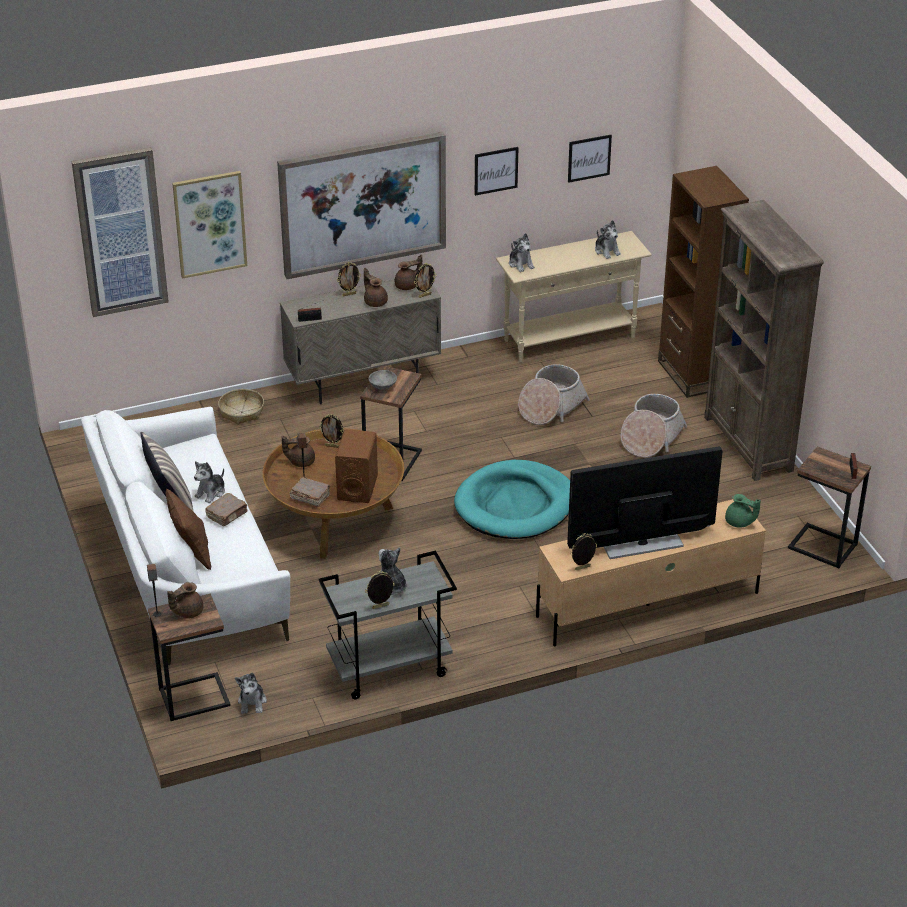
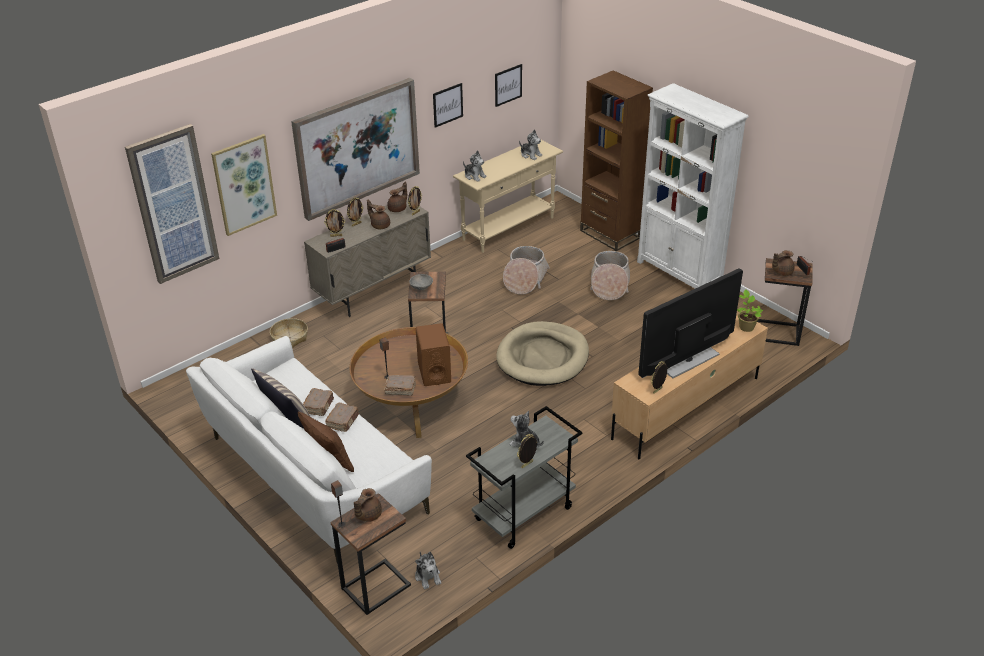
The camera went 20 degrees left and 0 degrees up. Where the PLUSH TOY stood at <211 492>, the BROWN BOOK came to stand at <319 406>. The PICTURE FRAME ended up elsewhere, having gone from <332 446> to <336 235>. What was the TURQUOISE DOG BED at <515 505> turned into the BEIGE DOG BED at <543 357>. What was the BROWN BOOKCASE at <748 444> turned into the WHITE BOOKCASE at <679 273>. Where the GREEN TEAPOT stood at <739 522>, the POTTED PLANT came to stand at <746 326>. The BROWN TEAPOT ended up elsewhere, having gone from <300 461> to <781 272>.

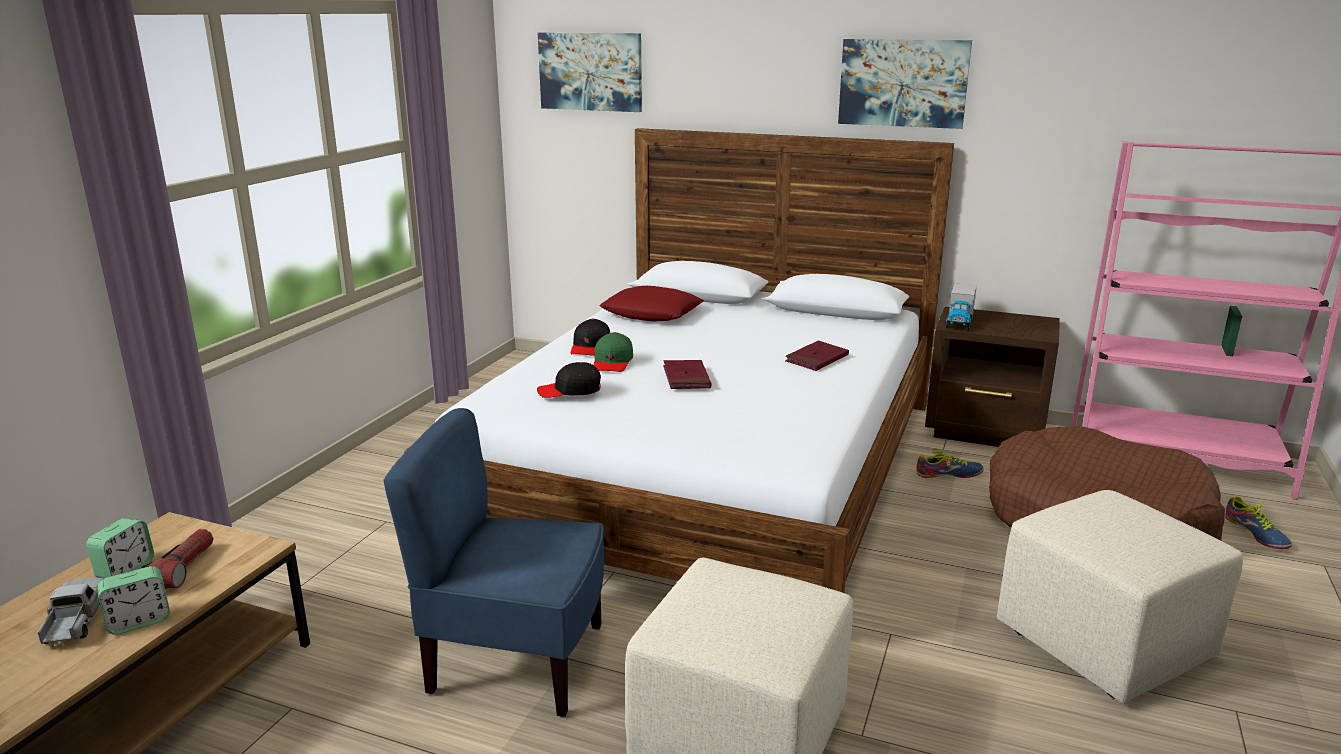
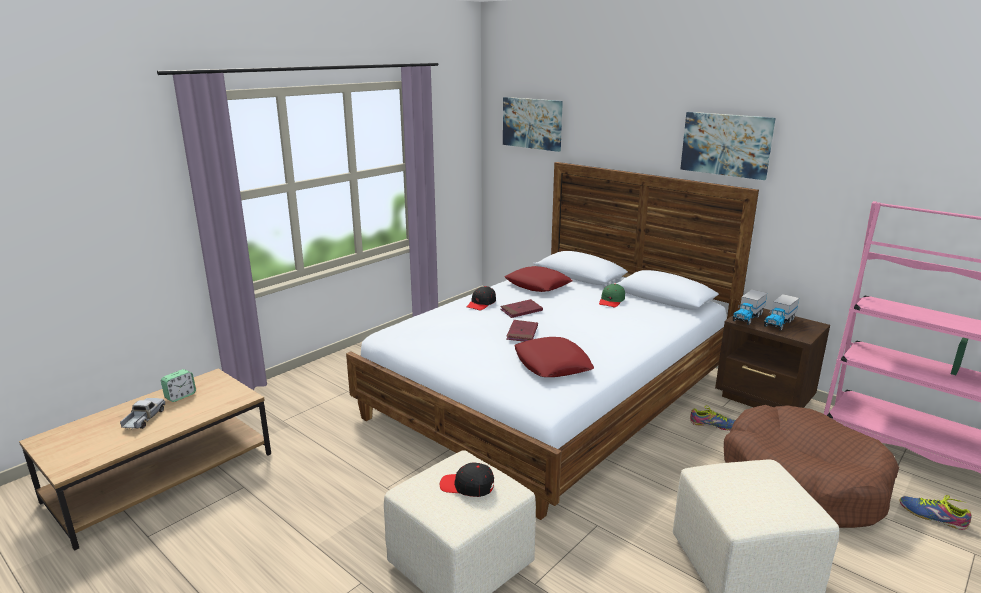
The camera went 20 degrees right and 0 degrees up. The BLACK CAP ended up elsewhere, having gone from <570 391> to <467 486>. The RED BOOK ended up elsewhere, having gone from <817 359> to <521 310>. The second view gained the RED PILLOW at <552 364>. The GREEN CAP ended up elsewhere, having gone from <612 362> to <611 301>. The second view gained the TOY TRUCK at <779 323>. The SHOE at <1256 533> ended up facing another way, 120 degrees clockwise from before. The second view lost the ALARM CLOCK at <139 621>. The second view lost the FLASHLIGHT at <182 570>. The second view lost the BLUE CHAIR at <516 661>.

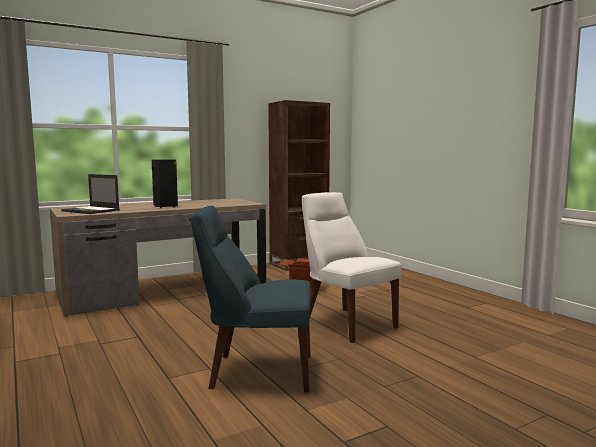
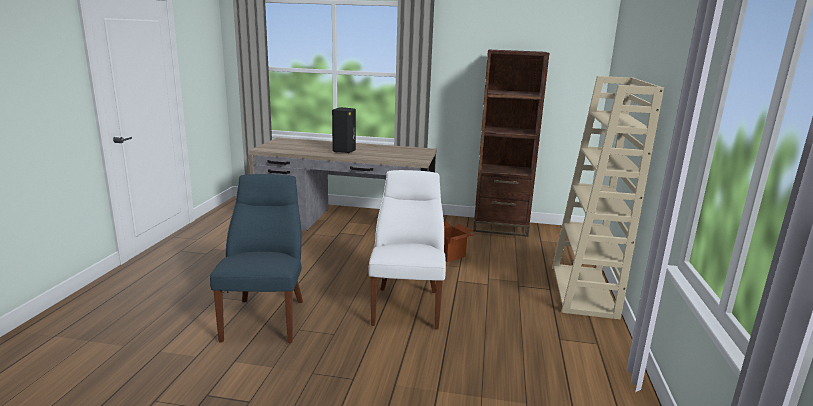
The camera went 40 degrees right and 10 degrees up. The BLUE CHAIR at <257 372> ended up facing another way, 45 degrees clockwise from before. The second view gained the BEIGE BOOKCASE at <584 291>. The second view lost the LAPTOP at <91 210>.

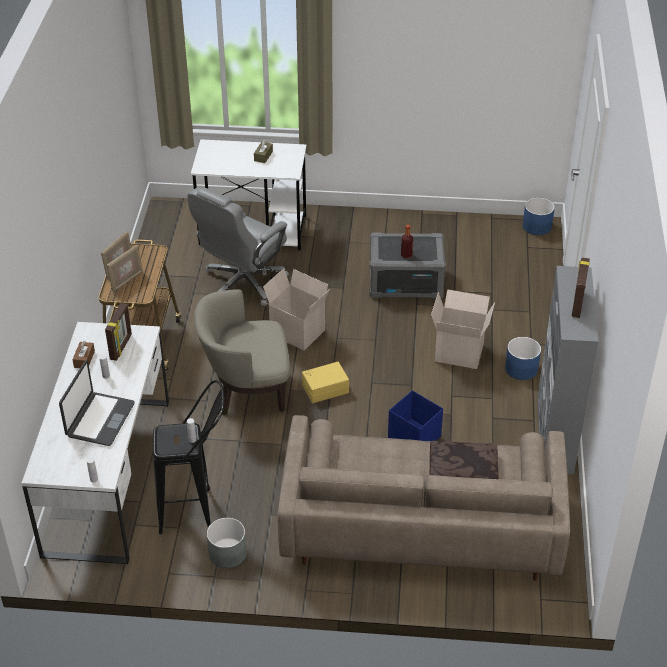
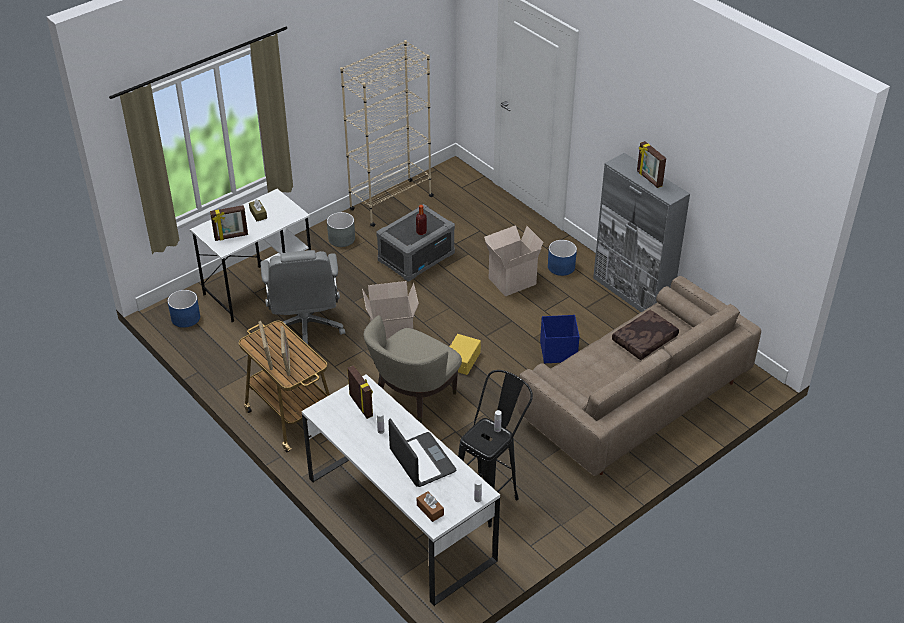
The camera went 45 degrees left and 0 degrees up. The BLUE PLANTER ended up elsewhere, having gone from <537 226> to <185 318>. The second view gained the PICTURE FRAME at <231 237>. The GREY PLANTER ended up elsewhere, having gone from <228 553> to <342 238>. The second view gained the BEIGE BOOKCASE at <391 203>. The BROWN TISSUE BOX ended up elsewhere, having gone from <84 359> to <430 510>.

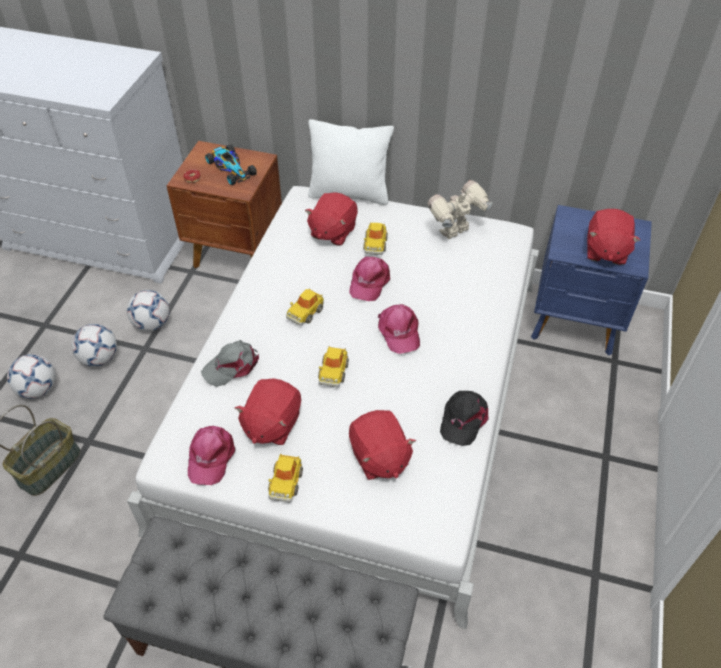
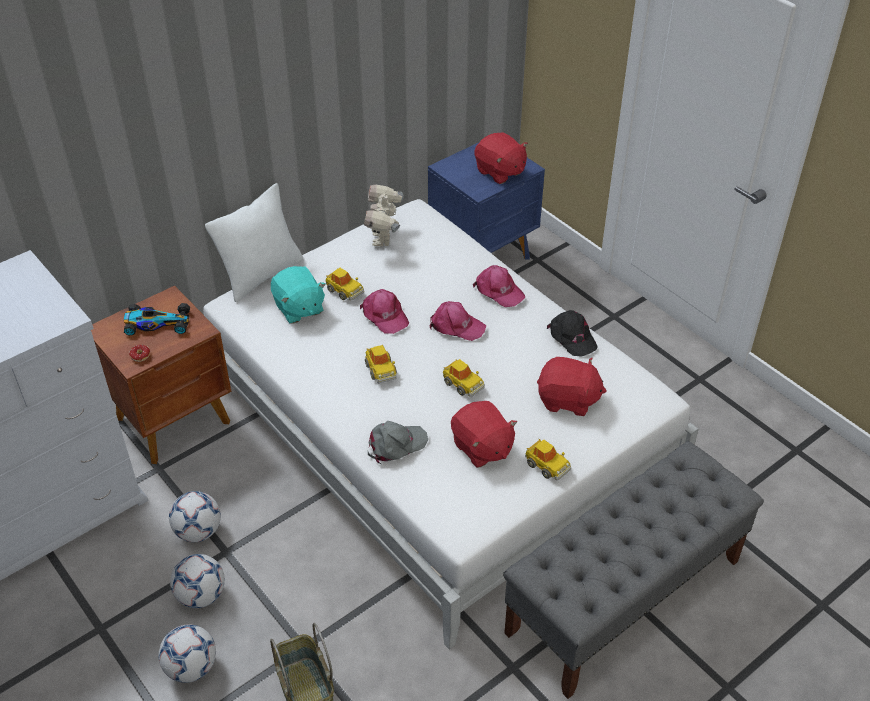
The camera went 55 degrees left and 5 degrees down. What was the RED PLUSH TOY at <332 232> turned into the TURQUOISE PLUSH TOY at <298 308>. The GREY CAP at <232 366> ended up facing another way, 120 degrees counterclockwise from before. The PINK CAP ended up elsewhere, having gone from <211 456> to <498 291>.

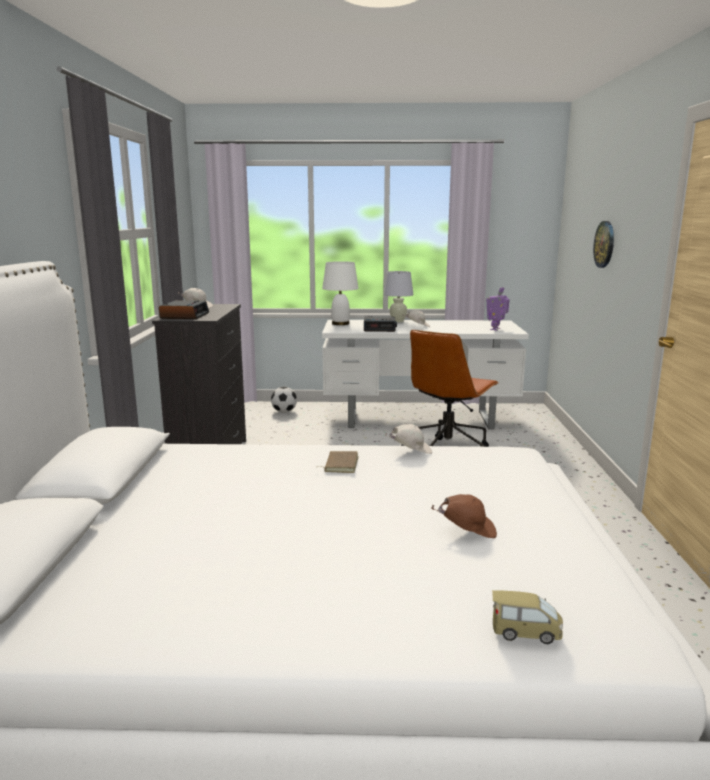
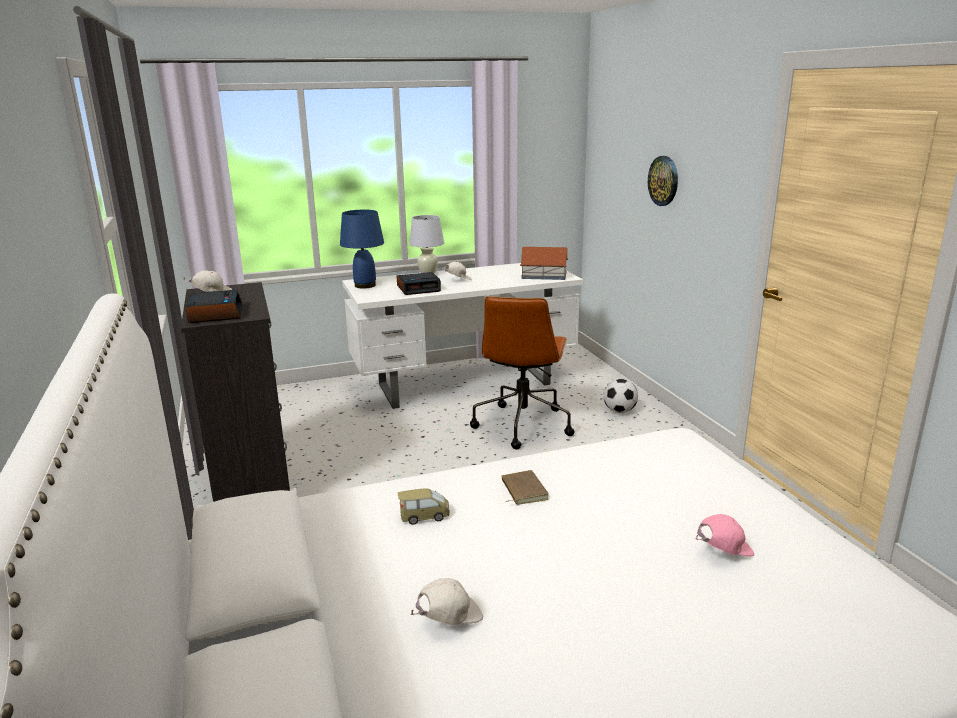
The camera went 20 degrees left and 5 degrees up. What was the WHITE TABLE LAMP at <340 323> turned into the BLUE TABLE LAMP at <364 285>. The TOY CAR ended up elsewhere, having gone from <525 632> to <424 516>. The WHITE CAP ended up elsewhere, having gone from <410 451> to <448 620>. Where the TOY ROBOT stood at <496 329>, the TOY HOUSE came to stand at <544 275>. The FOOTBALL ended up elsewhere, having gone from <284 411> to <619 411>. What was the BROWN CAP at <467 531> turned into the PINK CAP at <722 551>.

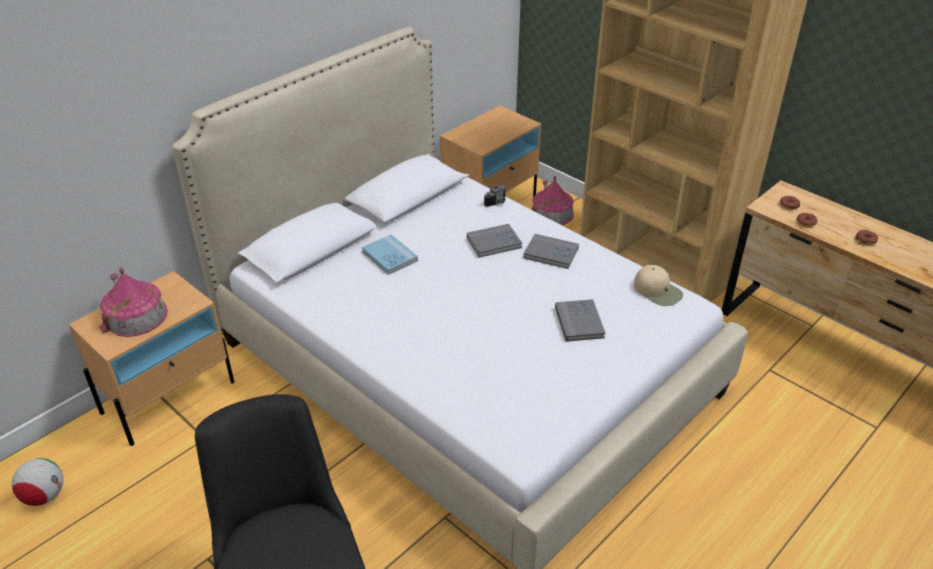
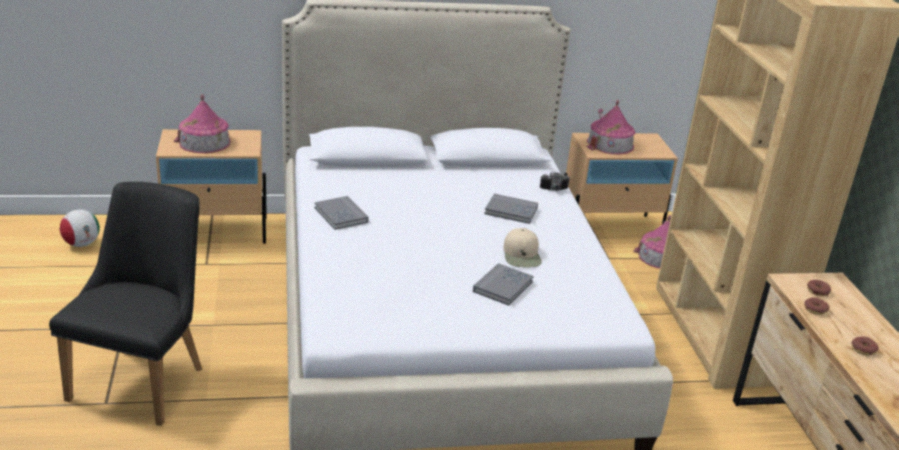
The camera went 35 degrees right and 10 degrees down. The GREY BOOK ended up elsewhere, having gone from <551 253> to <341 215>. The BEIGE CAP ended up elsewhere, having gone from <658 291> to <522 255>. The second view gained the TOY HOUSE at <610 144>. The second view lost the BLUE BOOK at <389 256>.

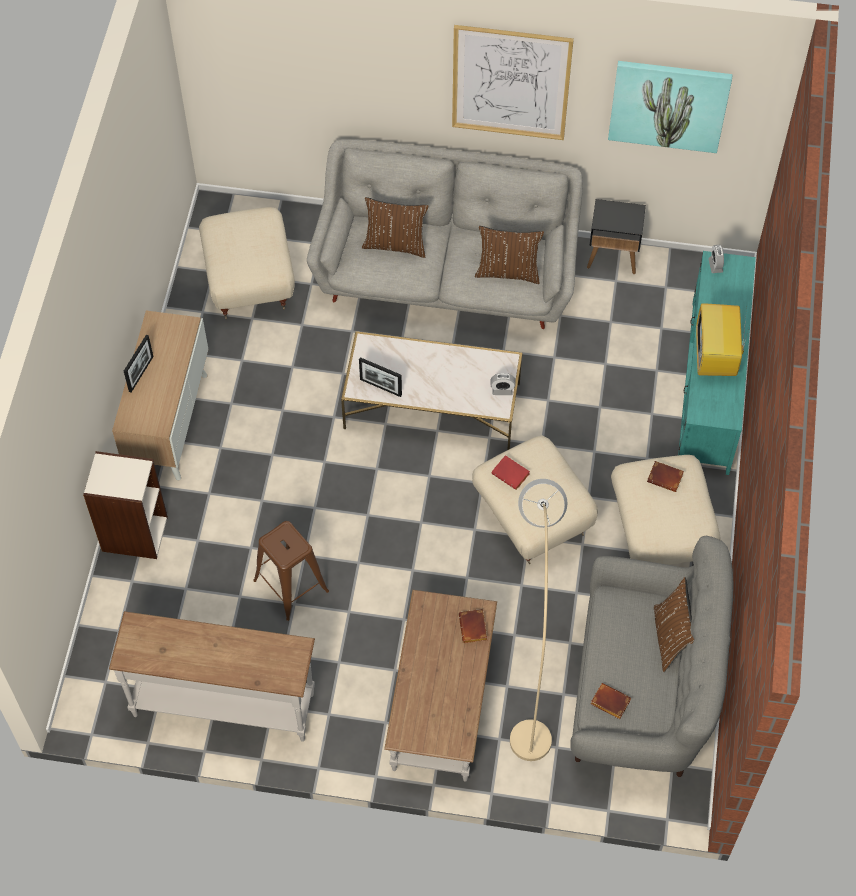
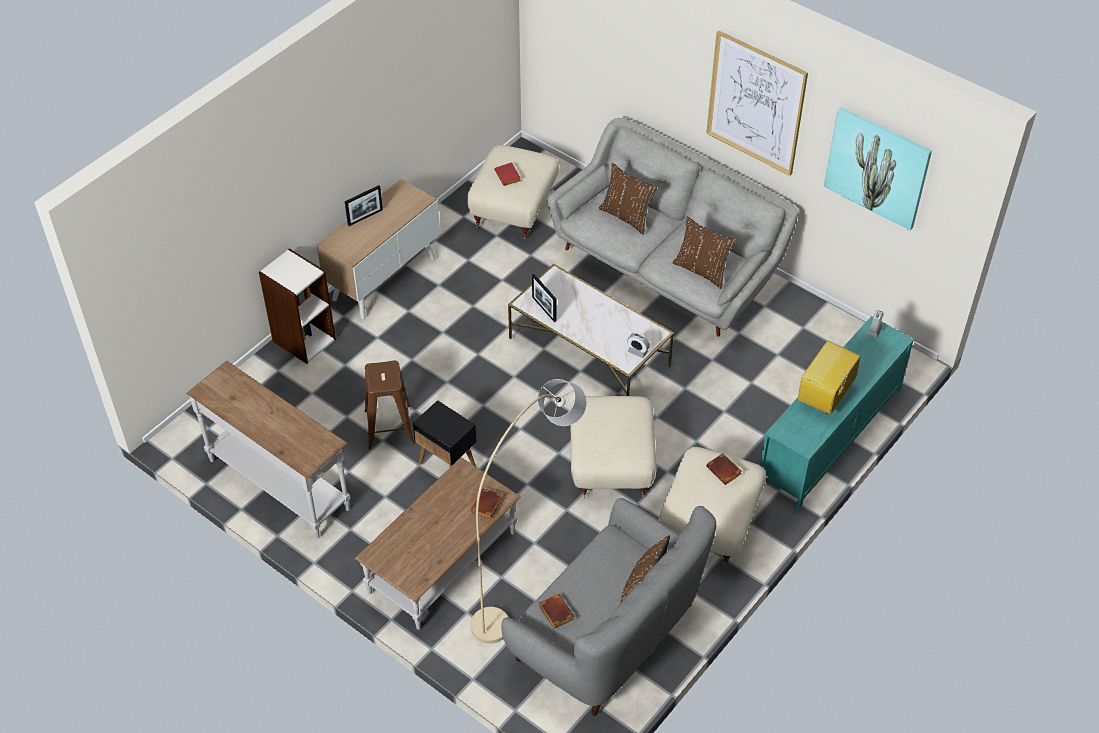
The camera went 30 degrees right and 10 degrees down. The BLACK SIDE TABLE ended up elsewhere, having gone from <613 258> to <448 466>. The RED BOOK ended up elsewhere, having gone from <511 474> to <508 176>.

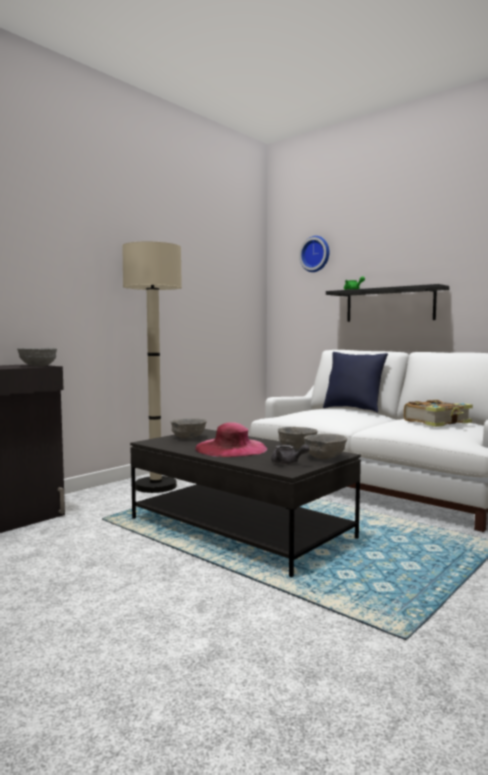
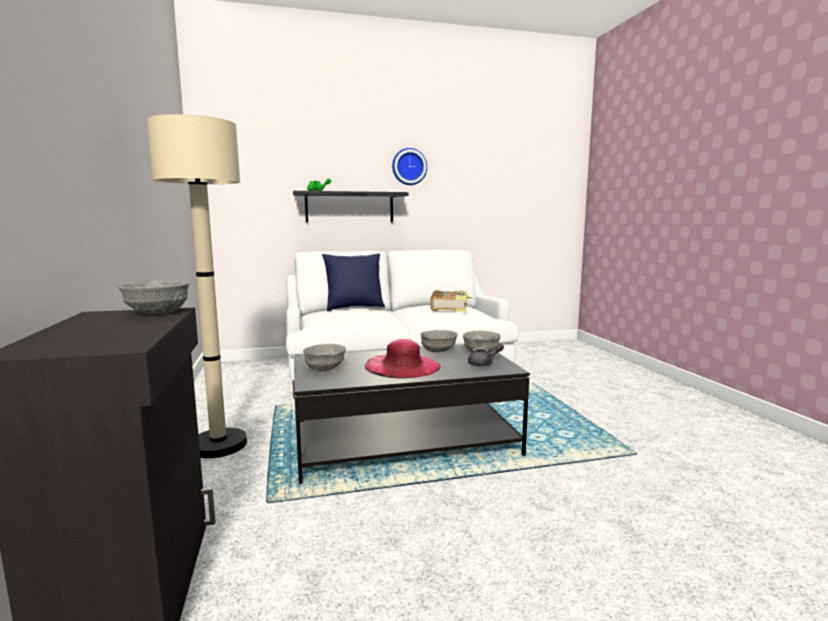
The camera went 55 degrees left and 5 degrees up. The WALL CLOCK ended up elsewhere, having gone from <315 254> to <409 167>.

